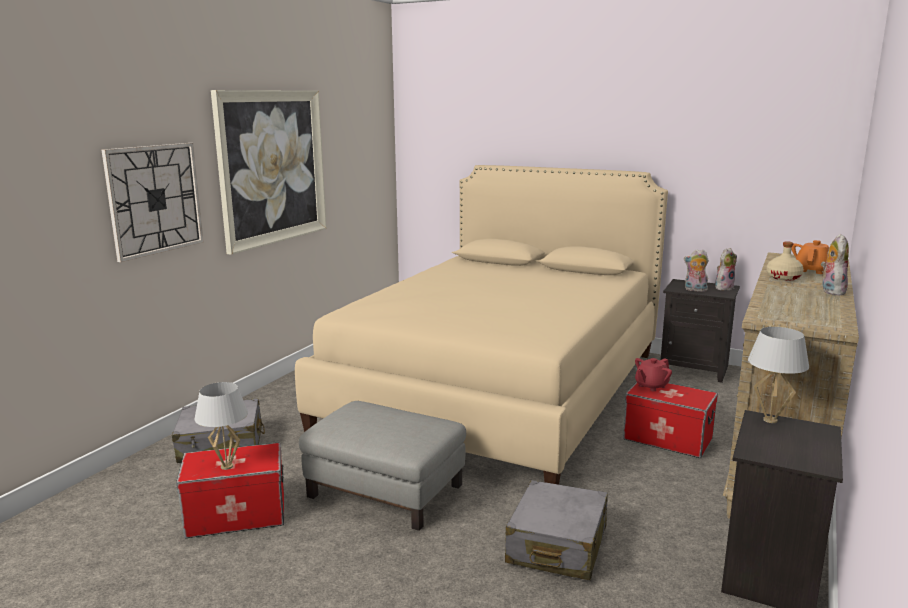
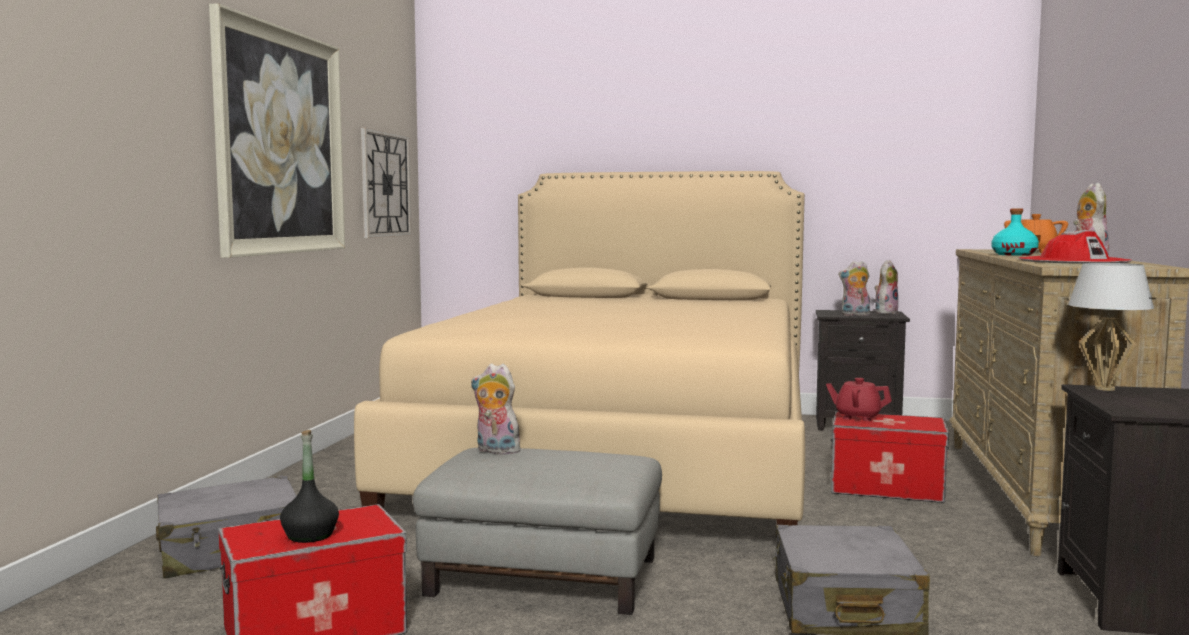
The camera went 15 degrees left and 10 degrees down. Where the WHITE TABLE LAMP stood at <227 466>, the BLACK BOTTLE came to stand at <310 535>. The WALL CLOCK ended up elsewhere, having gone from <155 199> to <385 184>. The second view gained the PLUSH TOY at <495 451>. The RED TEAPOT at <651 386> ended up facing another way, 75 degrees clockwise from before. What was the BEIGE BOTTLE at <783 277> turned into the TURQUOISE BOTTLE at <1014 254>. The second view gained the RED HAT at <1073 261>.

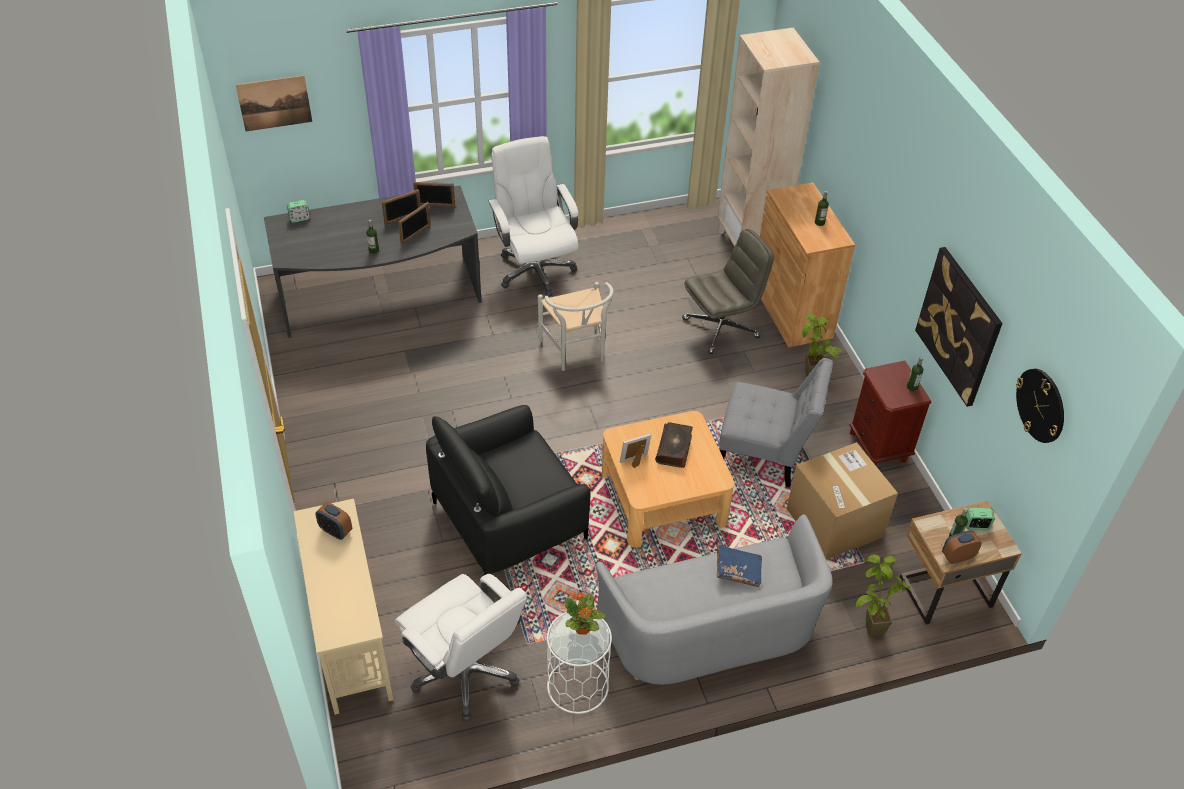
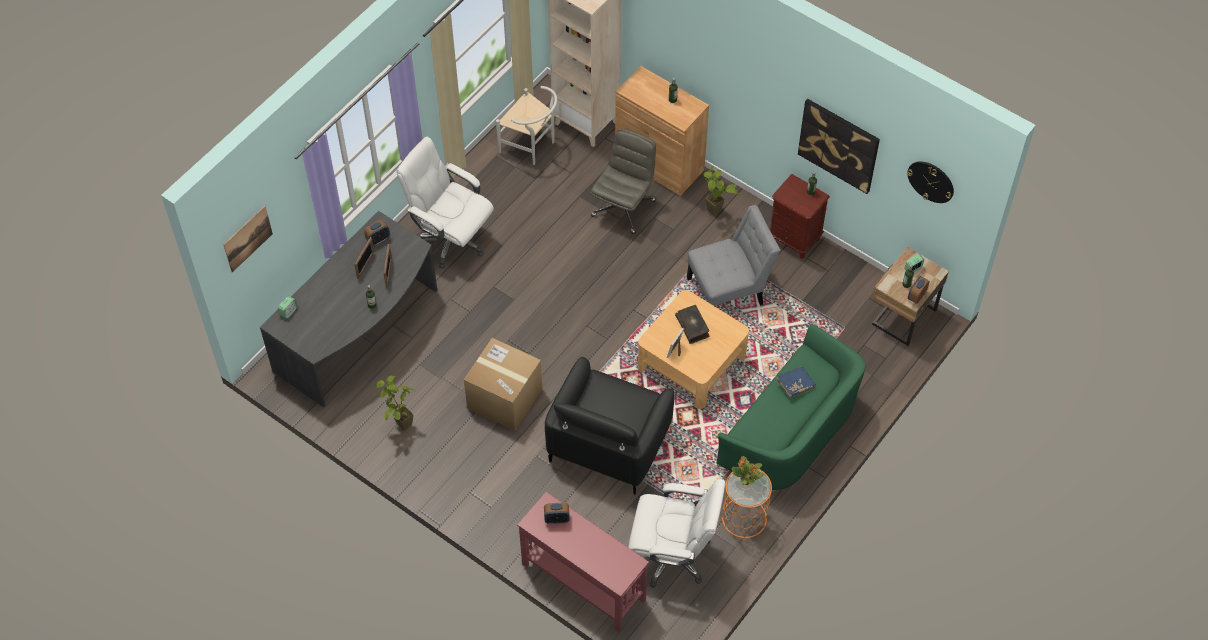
The camera went 35 degrees left and 10 degrees up. Where the PICTURE FRAME stood at <435 206>, the ALARM CLOCK came to stand at <378 239>. The POTTED PLANT ended up elsewhere, having gone from <866 629> to <399 426>. The CARDBOARD BOX ended up elsewhere, having gone from <834 523> to <504 398>. The WHITE CHAIR ended up elsewhere, having gone from <576 353> to <531 147>. What was the BEIGE CONSOLE TABLE at <351 636> turned into the RED CONSOLE TABLE at <583 581>. What was the GREY SOFA at <712 629> turned into the GREEN SOFA at <791 430>. What was the WHITE SIDE TABLE at <577 686> turned into the ORANGE SIDE TABLE at <744 518>.

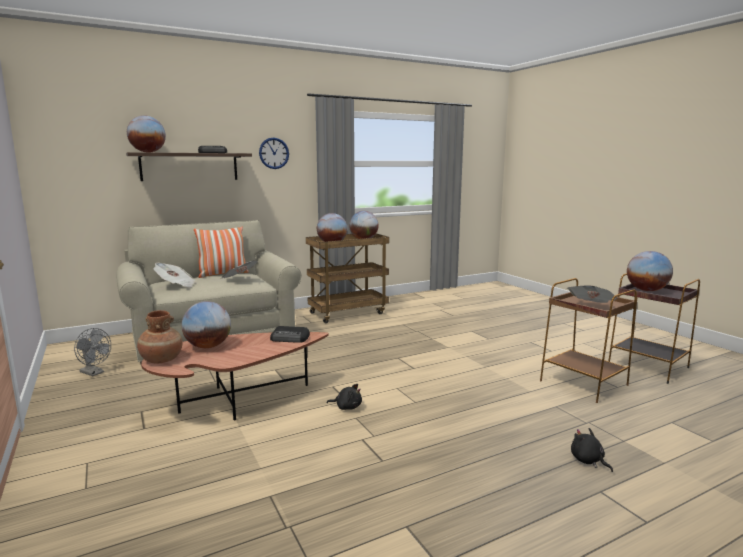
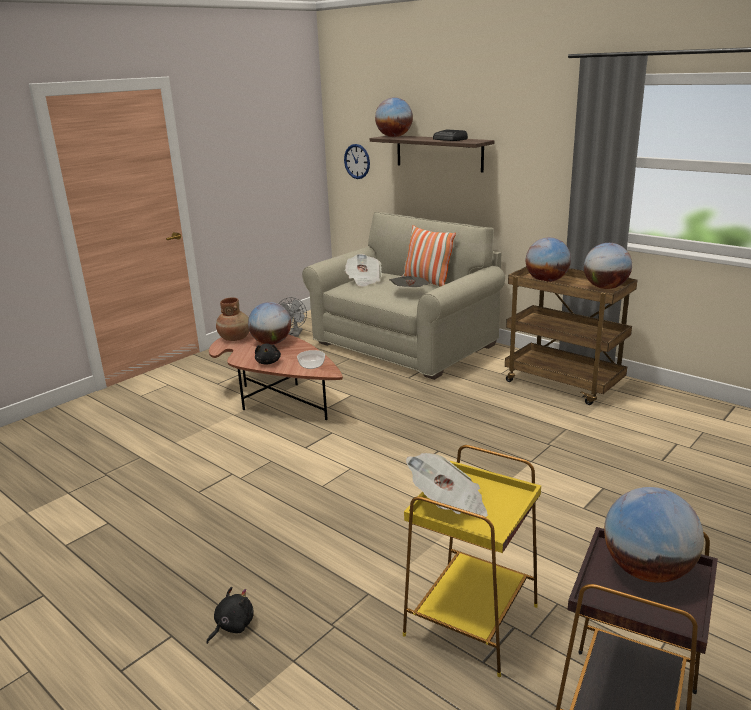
The camera went 70 degrees right and 10 degrees up. The BLACK PLUSH TOY ended up elsewhere, having gone from <347 407> to <268 362>. Where the RADIO stood at <290 338>, the BOWL came to stand at <312 365>. The WALL CLOCK ended up elsewhere, having gone from <274 153> to <357 161>. What was the BROWN SIDE TABLE at <584 383> turned into the YELLOW SIDE TABLE at <470 621>.

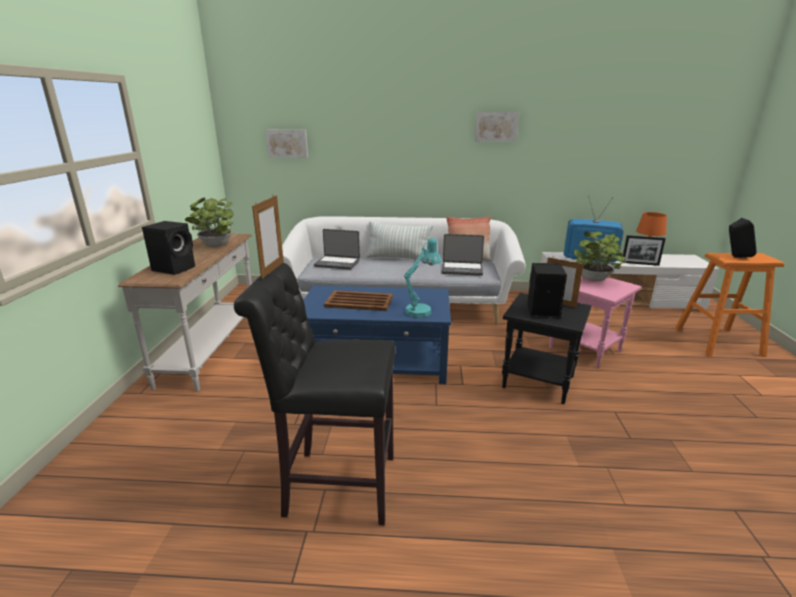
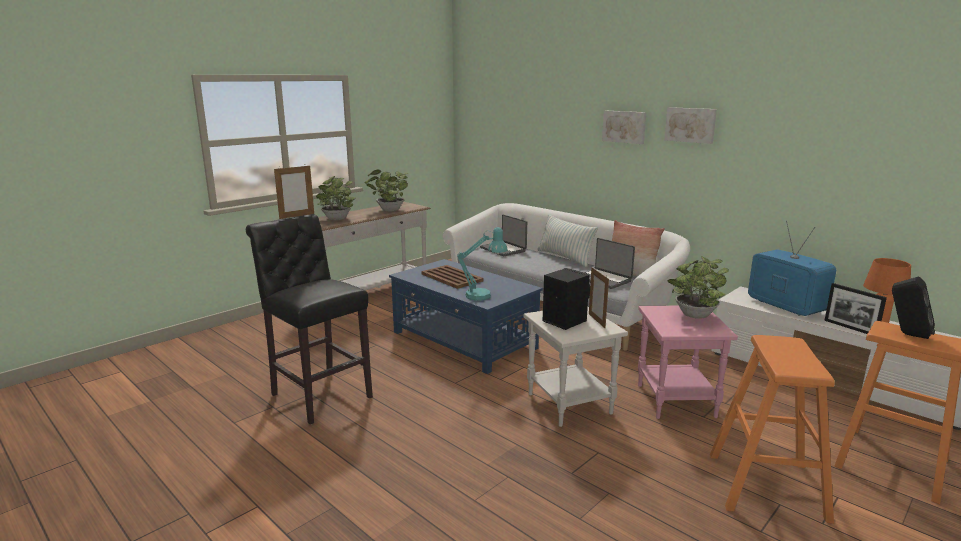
The camera went 40 degrees right and 5 degrees down. Where the BLACK SPEAKER stood at <175 268>, the POTTED PLANT came to stand at <337 219>. What was the BLACK SIDE TABLE at <539 382> turned into the WHITE SIDE TABLE at <571 404>. The PICTURE ended up elsewhere, having gone from <287 143> to <624 126>. The second view gained the ORANGE STOOL at <766 486>.

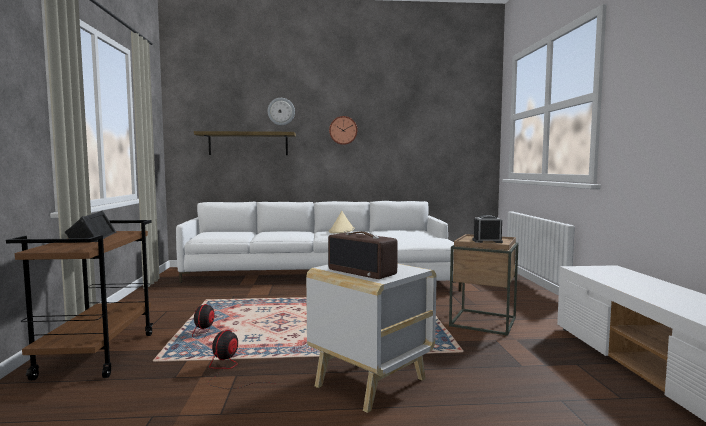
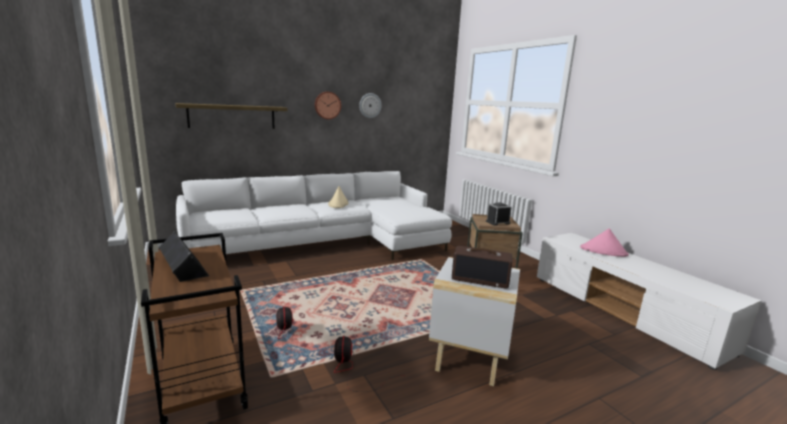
The camera went 25 degrees left and 10 degrees up. The WALL CLOCK ended up elsewhere, having gone from <281 111> to <370 105>. The second view gained the PINK HAT at <603 251>.

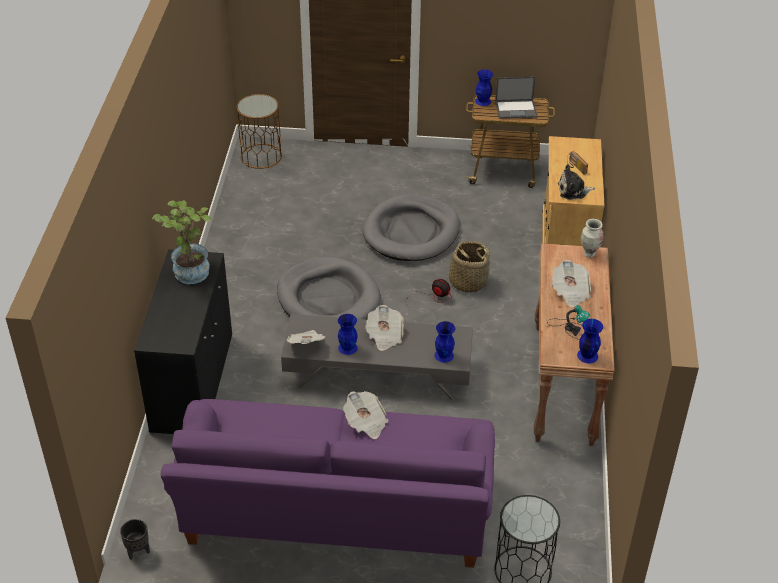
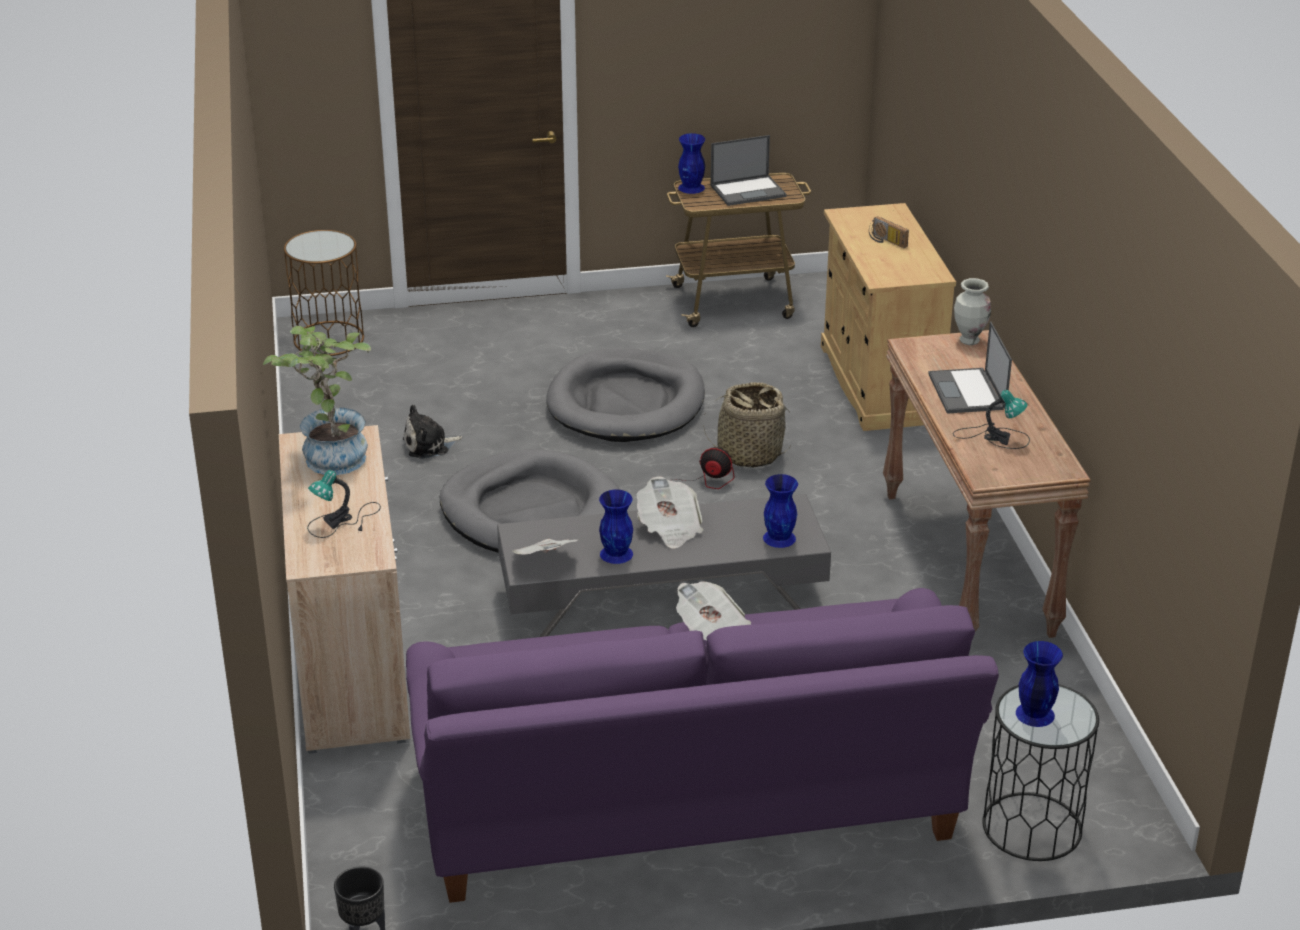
The camera went 15 degrees left and 10 degrees down. What was the BLACK CABINET at <193 383> turned into the BEIGE CABINET at <352 668>. The second view gained the TABLE LAMP at <343 521>. The PLUSH TOY ended up elsewhere, having gone from <573 190> to <429 445>. Where the NEWSPAPER stood at <570 292>, the LAPTOP came to stand at <967 392>. The BLUE VASE ended up elsewhere, having gone from <587 355> to <1034 714>.

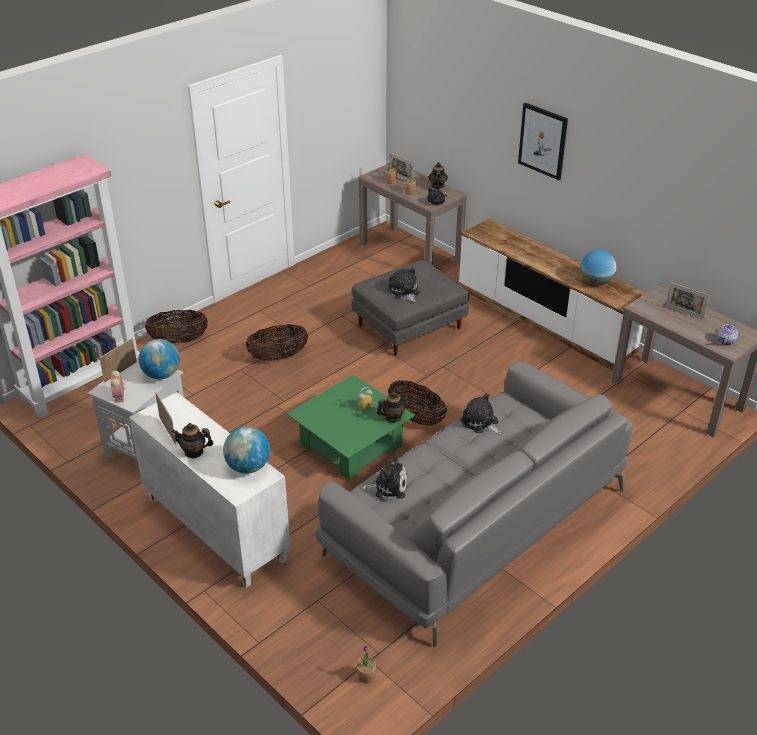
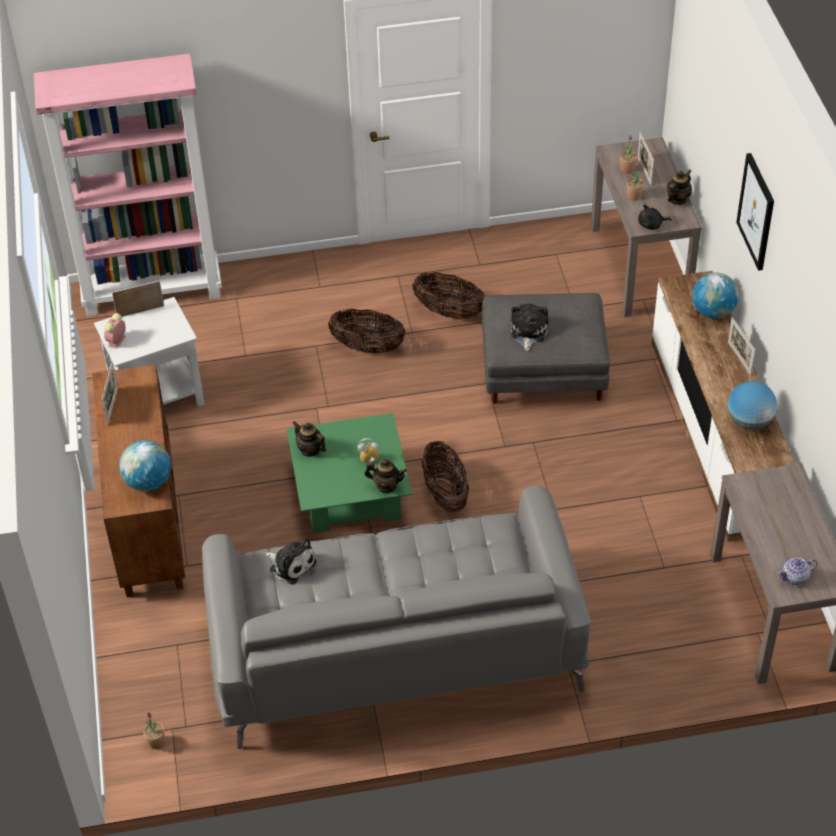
The camera went 35 degrees right and 10 degrees up. What was the WHITE CABINET at <214 529> turned into the BROWN CABINET at <147 521>. The TEAPOT ended up elsewhere, having gone from <194 452> to <310 450>. The BASKET ended up elsewhere, having gone from <179 340> to <449 312>. The GLOBE ended up elsewhere, having gone from <161 375> to <713 311>. The PICTURE FRAME ended up elsewhere, having gone from <684 312> to <739 358>. The second view lost the PLUSH TOY at <481 423>.

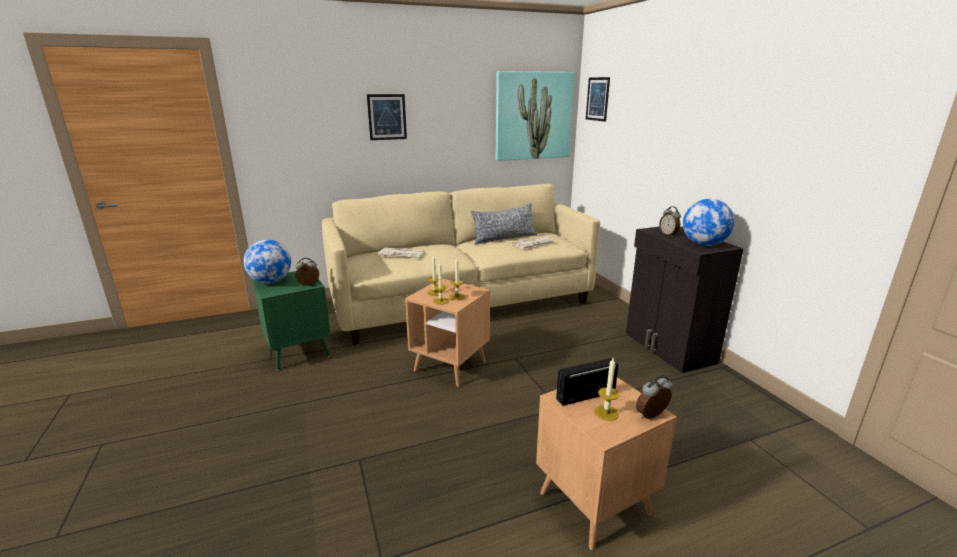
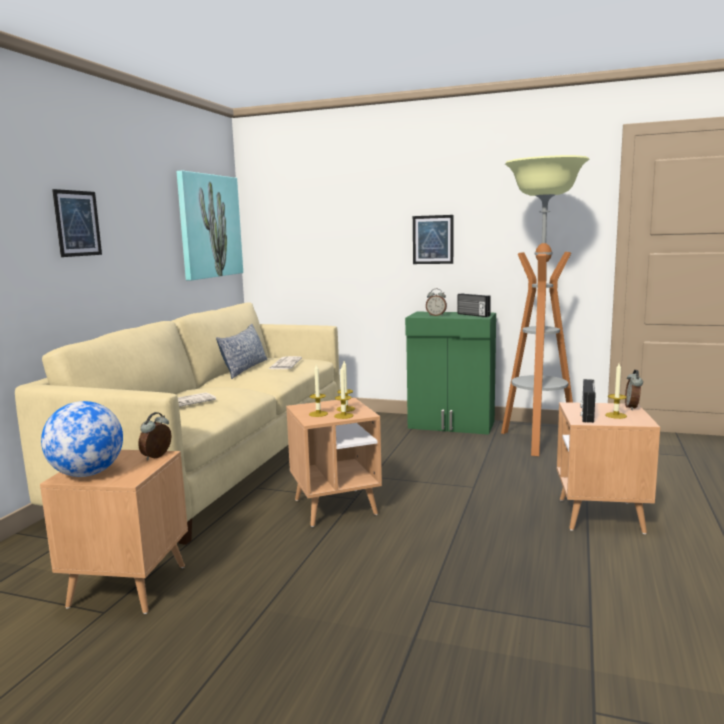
The camera went 50 degrees left and 10 degrees down. What was the GREEN SIDE TABLE at <298 351> turned into the BROWN SIDE TABLE at <128 586>. What was the BLACK CABINET at <668 348> turned into the GREEN CABINET at <451 425>. The PICTURE ended up elsewhere, having gone from <597 99> to <433 239>. Where the GLOBE stood at <704 244>, the RADIO came to stand at <473 315>. The second view gained the FLOOR LAMP at <537 441>.

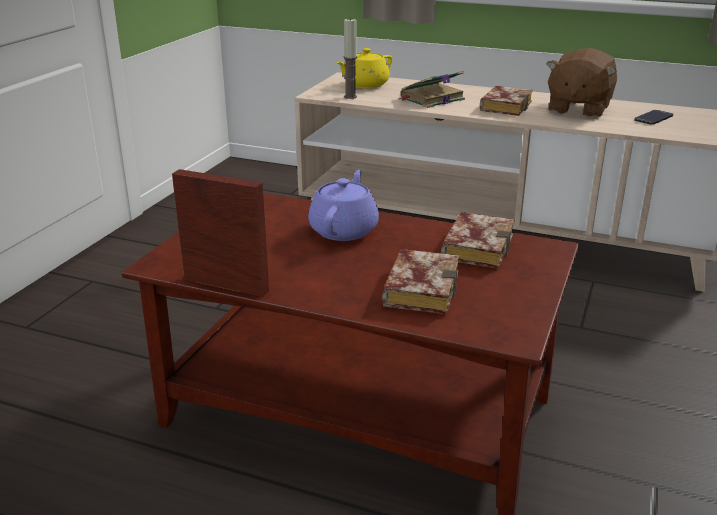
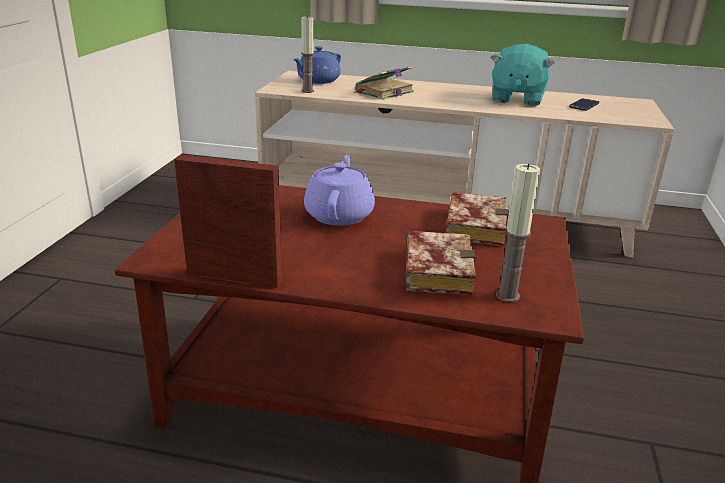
The camera went 10 degrees left and 0 degrees up. What was the YELLOW TEAPOT at <365 85> turned into the BLUE TEAPOT at <318 81>. What was the BROWN PLUSH TOY at <578 109> turned into the TURQUOISE PLUSH TOY at <516 99>. The second view gained the CANDLE at <508 295>. The second view lost the BOOK at <504 106>.

